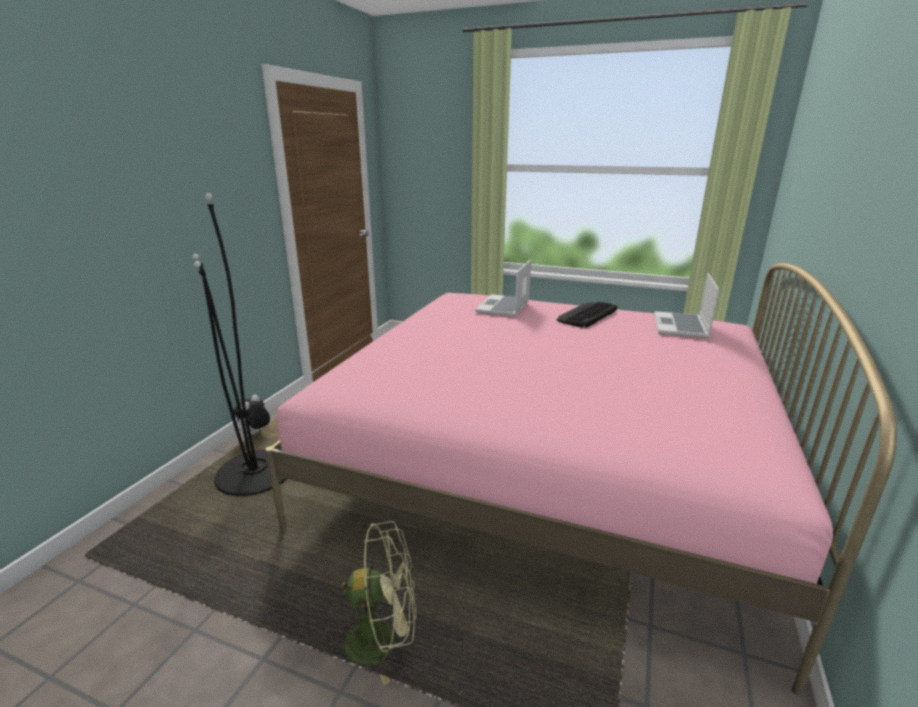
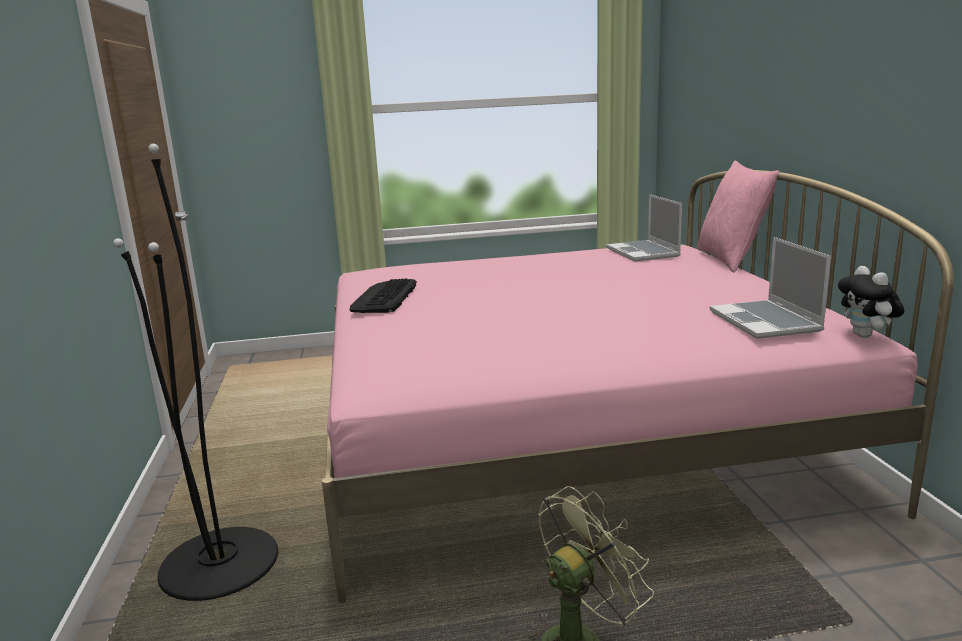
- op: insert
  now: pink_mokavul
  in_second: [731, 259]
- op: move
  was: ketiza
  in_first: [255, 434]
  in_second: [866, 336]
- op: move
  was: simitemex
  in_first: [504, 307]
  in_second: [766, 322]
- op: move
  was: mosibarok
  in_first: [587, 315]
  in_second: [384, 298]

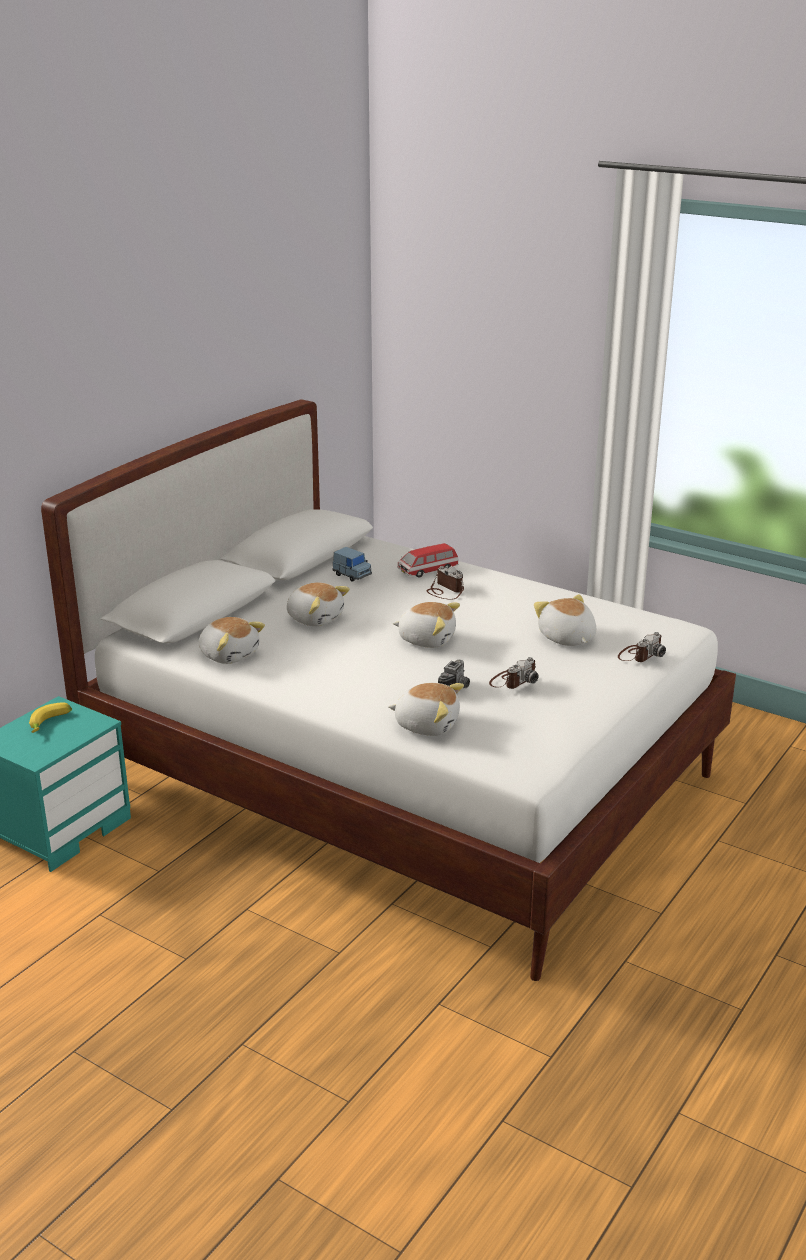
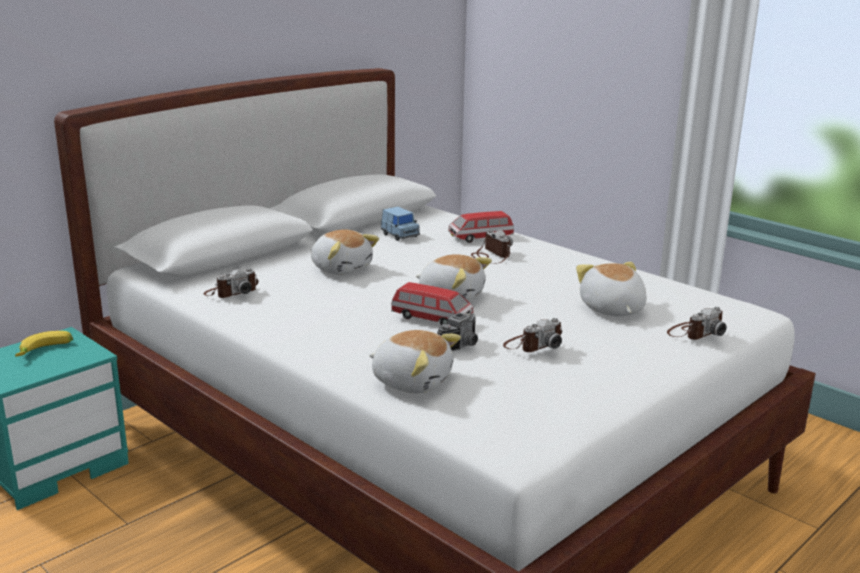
- op: insert
  now: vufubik
  in_second: [432, 318]
- op: replace
  was: ketiza
  now: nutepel
  in_first: [229, 654]
  in_second: [231, 292]

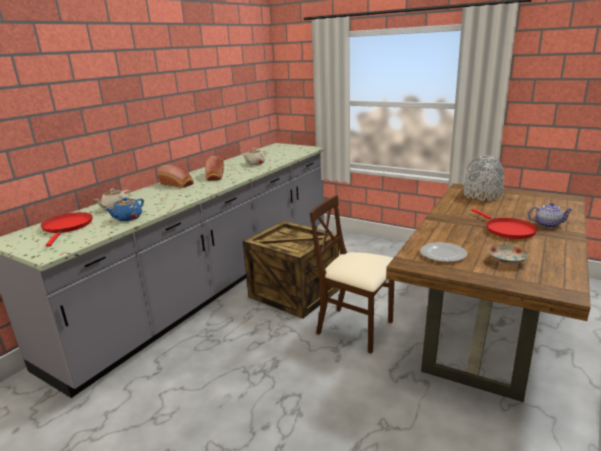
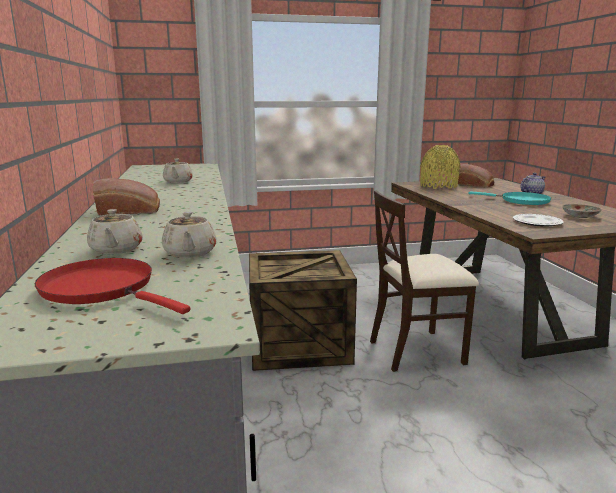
- op: move
  was: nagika
  in_first: [215, 176]
  in_second: [475, 185]
- op: recolor
  was: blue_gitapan
  now: beige_gitapan
  in_first: [128, 218]
  in_second: [190, 253]
- op: recolor
  was: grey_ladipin
  now: yellow_ladipin
  in_first: [482, 195]
  in_second: [438, 186]
- op: recolor
  was: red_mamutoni
  now: turquoise_mamutoni
  in_first: [507, 230]
  in_second: [521, 201]

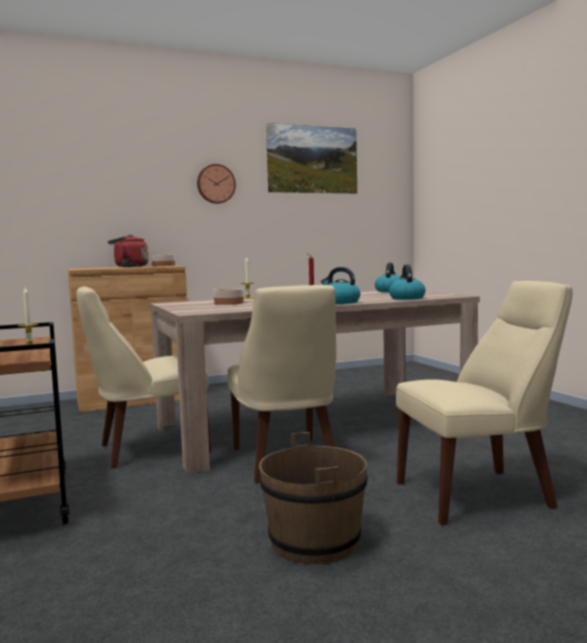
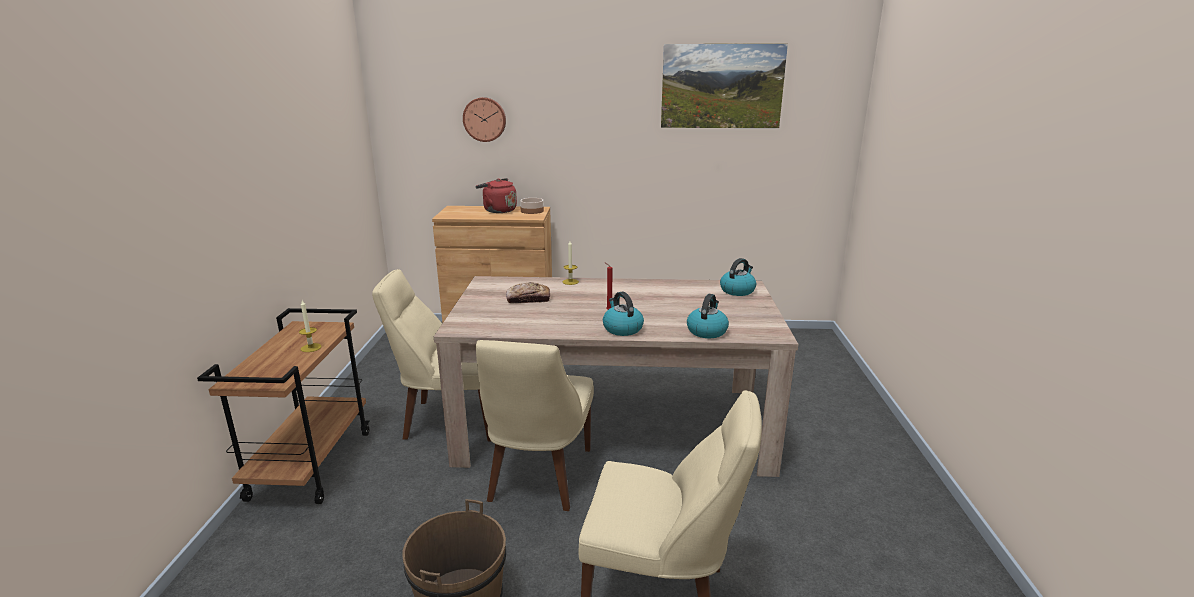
- op: move
  was: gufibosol
  in_first: [215, 184]
  in_second: [484, 119]
- op: replace
  was: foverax
  now: nagika
  in_first: [228, 303]
  in_second: [528, 299]

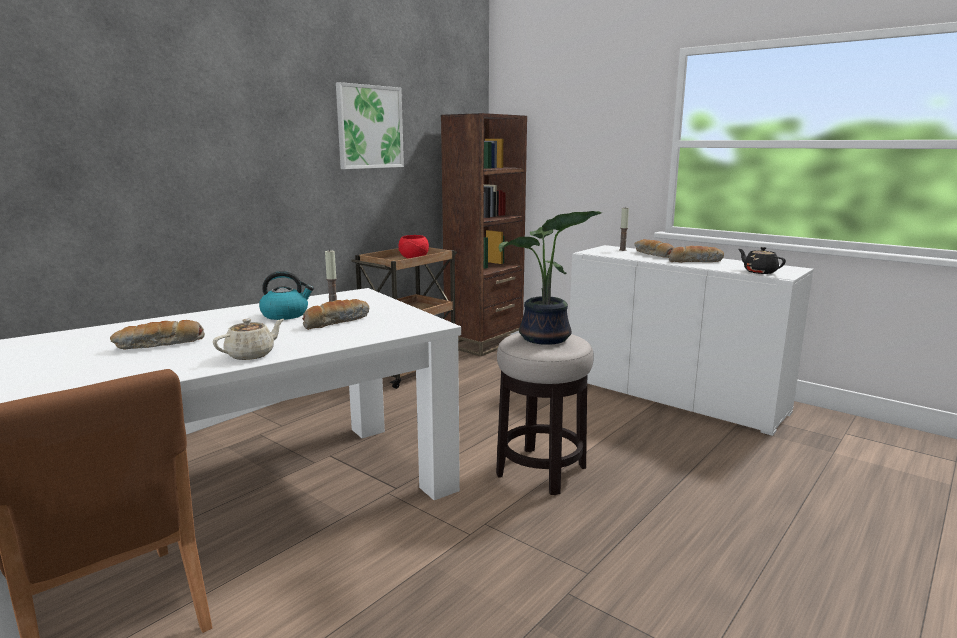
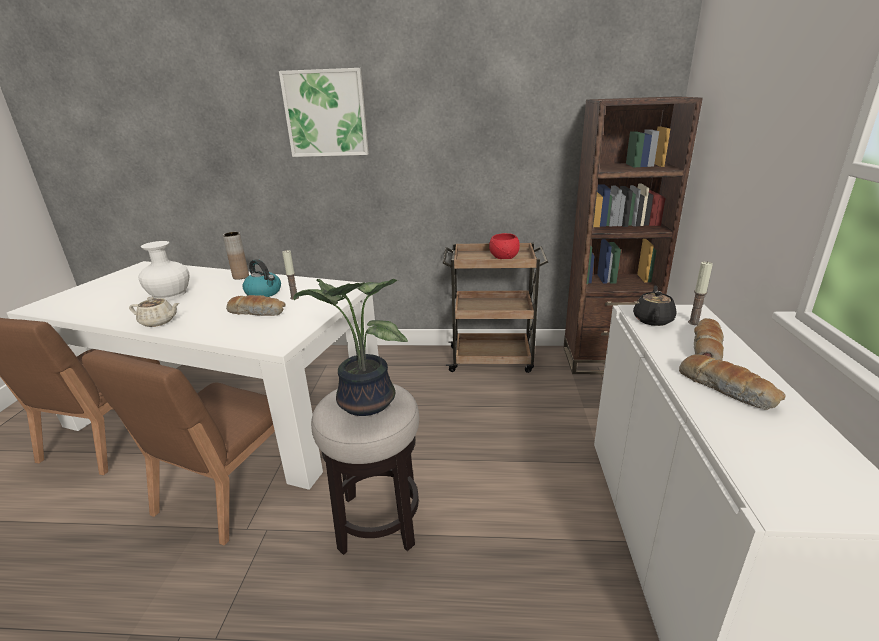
- op: insert
  now: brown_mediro
  in_second: [226, 490]
- op: insert
  now: brown_ladipin
  in_second: [241, 277]
- op: move
  was: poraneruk
  in_first: [369, 127]
  in_second: [326, 113]
- op: move
  was: black_gitapan
  in_first: [759, 272]
  in_second: [653, 319]
- op: replace
  was: nagika
  now: white_ladipin
  in_first: [160, 345]
  in_second: [169, 294]

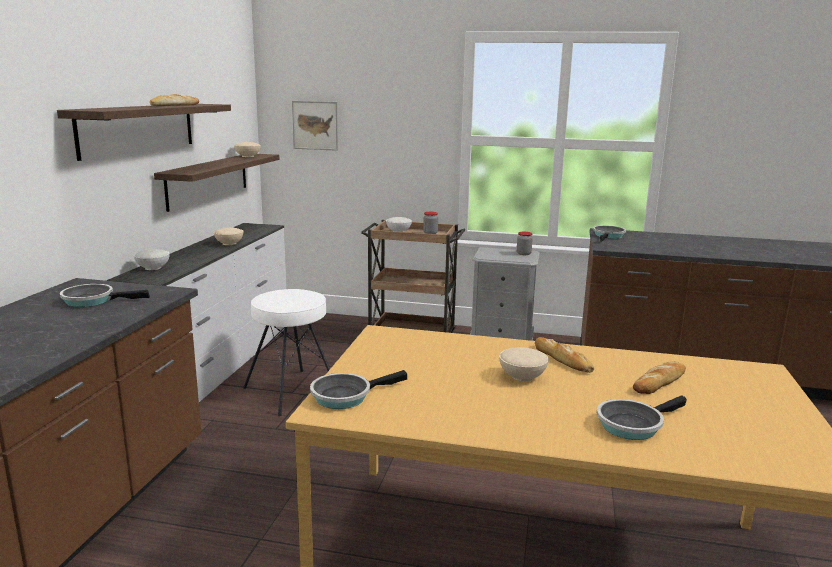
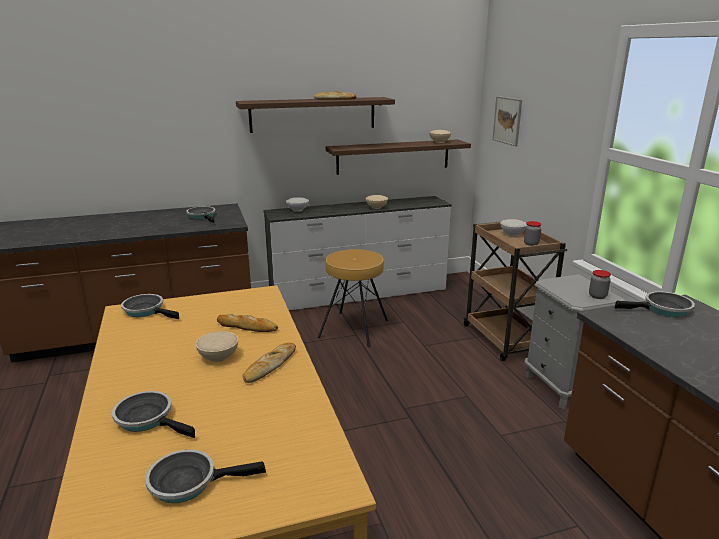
- op: insert
  now: mamutoni
  in_second: [189, 482]
- op: move
  was: nagika
  in_first: [659, 382]
  in_second: [247, 327]
- op: recolor
  was: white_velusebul
  now: brown_velusebul
  in_first: [292, 391]
  in_second: [354, 329]

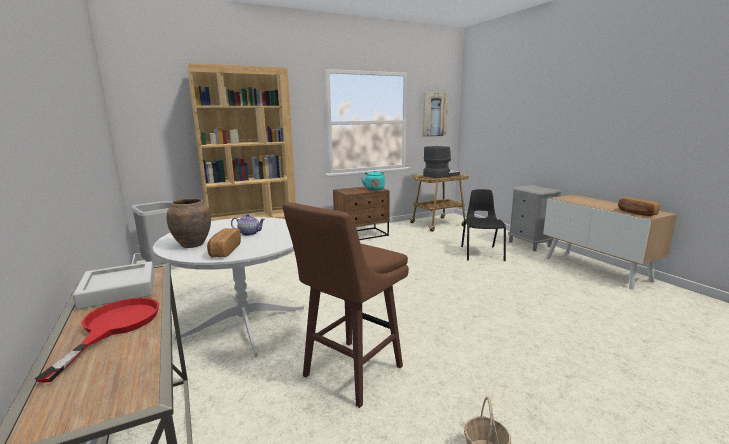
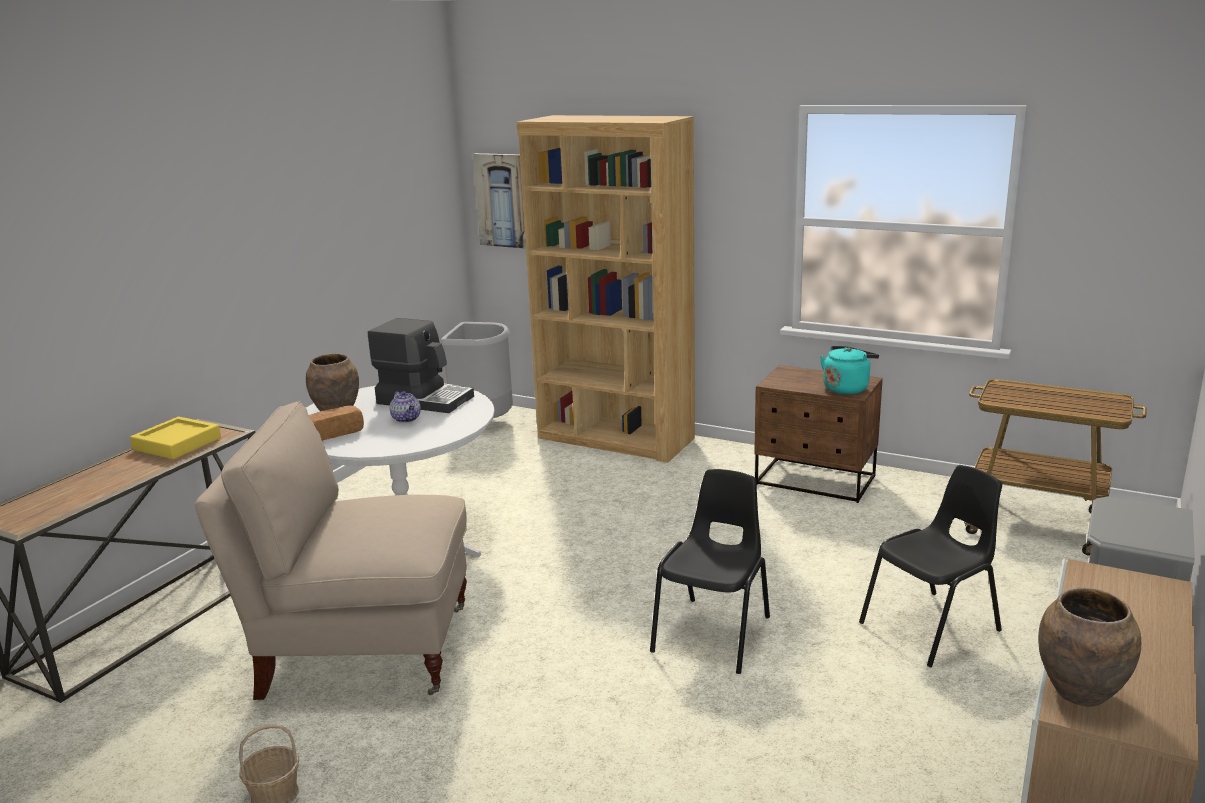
- op: delete
  was: red_mamutoni
  in_first: [114, 326]
- op: insert
  now: black_mediro
  in_second: [714, 633]
- op: move
  was: poraneruk
  in_first: [434, 114]
  in_second: [504, 200]
- op: move
  was: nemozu
  in_first: [440, 175]
  in_second: [425, 399]
- op: replace
  was: brown_velusebul
  now: beige_mediro
  in_first: [350, 372]
  in_second: [362, 651]
- op: replace
  was: nagika
  now: brown_ladipin
  in_first: [636, 213]
  in_second: [1081, 693]
- op: recolor
  was: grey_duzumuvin
  now: yellow_duzumuvin
  in_first: [119, 290]
  in_second: [177, 444]

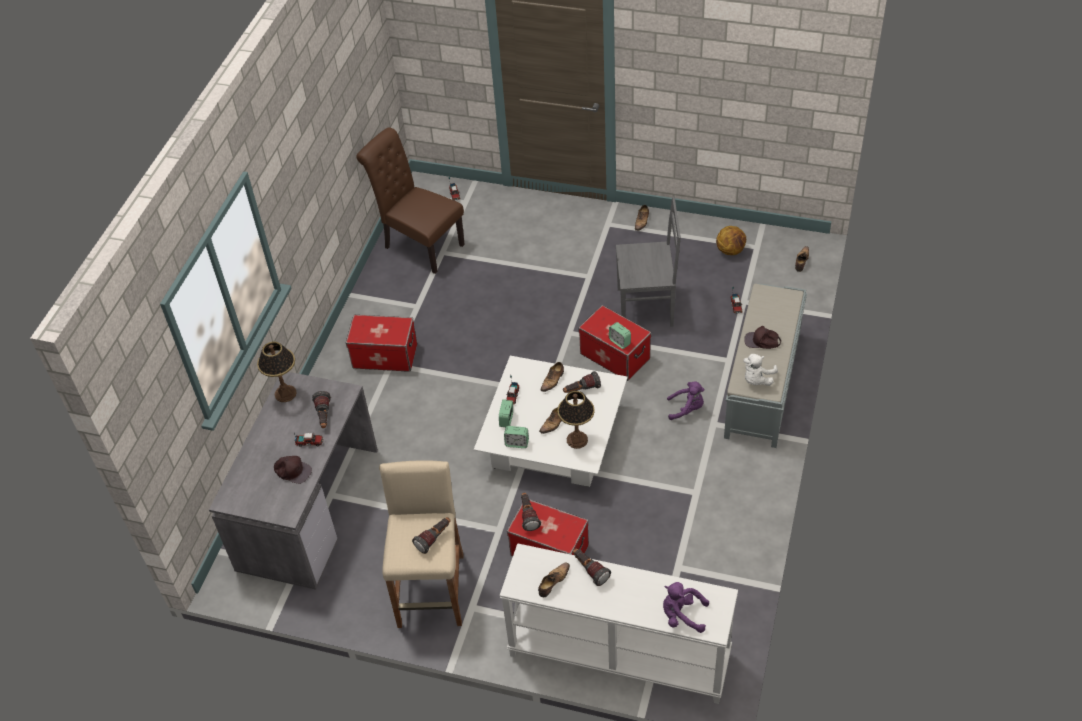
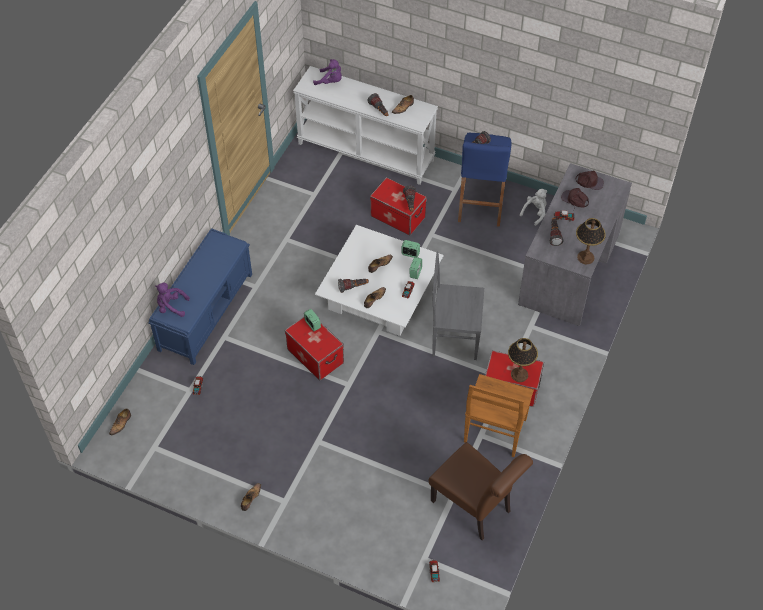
- op: delete
  was: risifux
  in_first: [731, 250]
- op: insert
  now: brown_mediro
  in_second: [494, 432]
- op: move
  was: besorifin
  in_first: [577, 440]
  in_second: [519, 374]
- op: move
  was: grey_mediro
  in_first: [647, 307]
  in_second: [454, 337]
- op: move
  was: purple_ketiza
  in_first: [687, 409]
  in_second: [171, 306]
- op: move
  was: white_ketiza
  in_first: [757, 379]
  in_second: [535, 213]
- op: move
  was: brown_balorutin
  in_first: [762, 341]
  in_second: [589, 182]
- op: recolor
  was: beige_velusebul
  now: blue_velusebul
  in_first: [432, 590]
  in_second: [481, 203]
- op: recolor
  was: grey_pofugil
  now: blue_pofugil
  in_first: [762, 385]
  in_second: [206, 311]

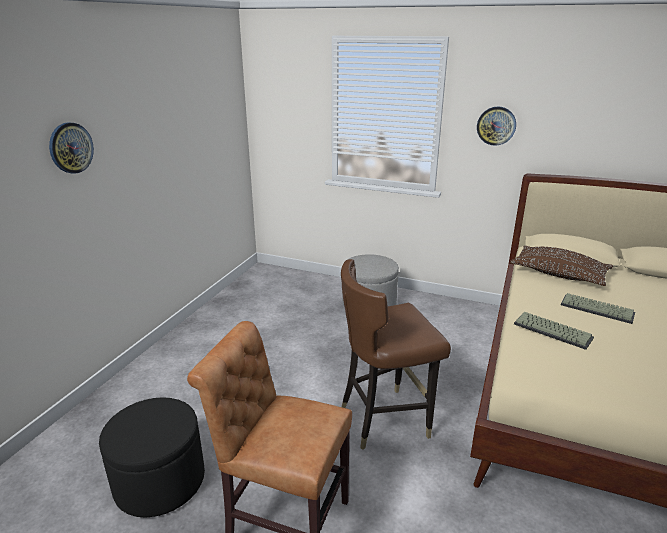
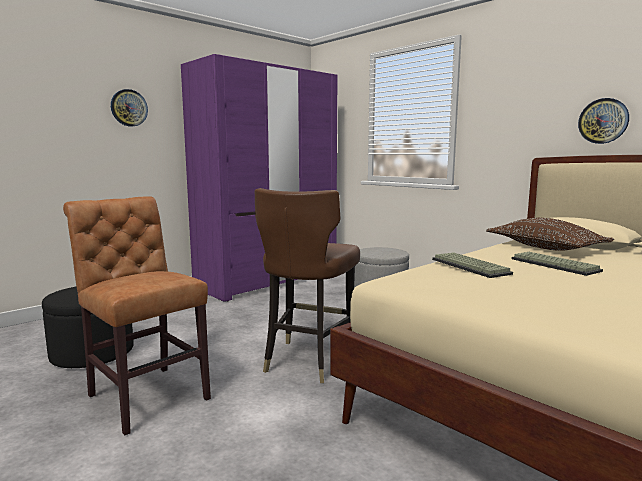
- op: insert
  now: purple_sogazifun
  in_second: [268, 281]
- op: move
  was: gufibosol
  in_first: [496, 126]
  in_second: [603, 121]
- op: rotate
  was: brown_mediro
  in_first: [384, 419]
  in_second: [307, 360]
  clockwise: -75

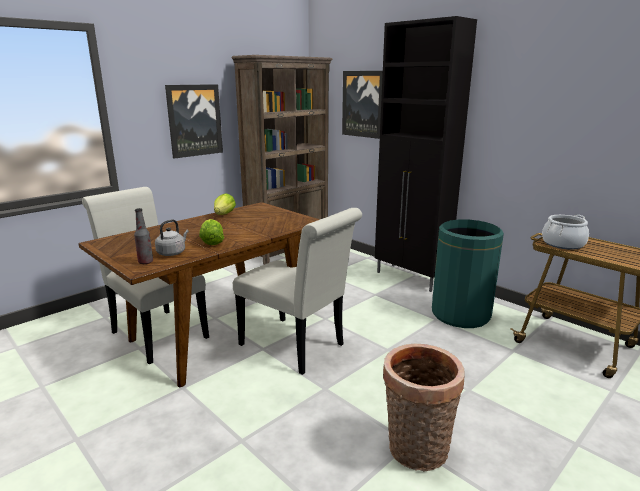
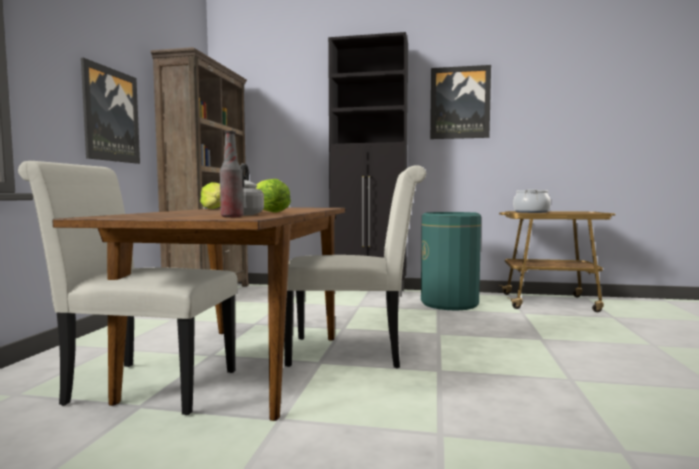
- op: delete
  was: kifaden
  in_first: [416, 452]
- op: move
  was: poraneruk
  in_first: [363, 104]
  in_second: [459, 103]

